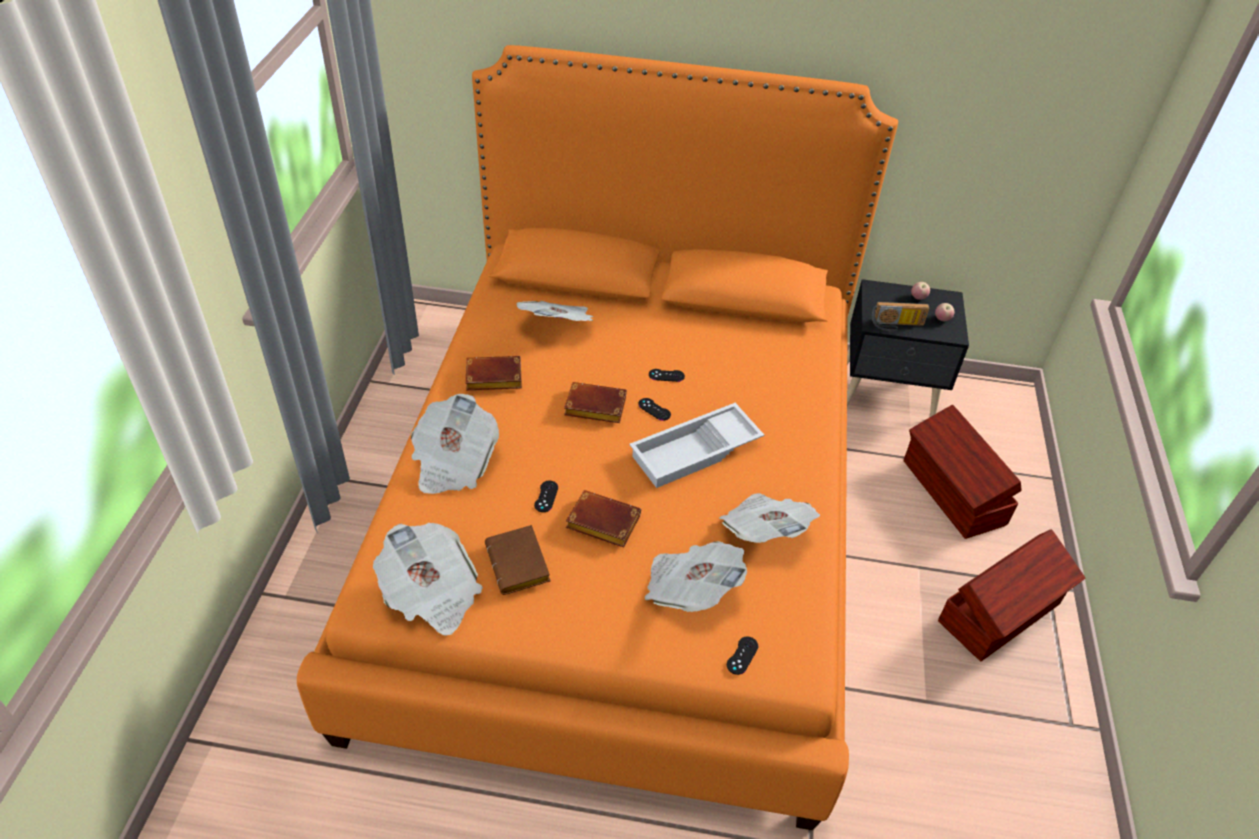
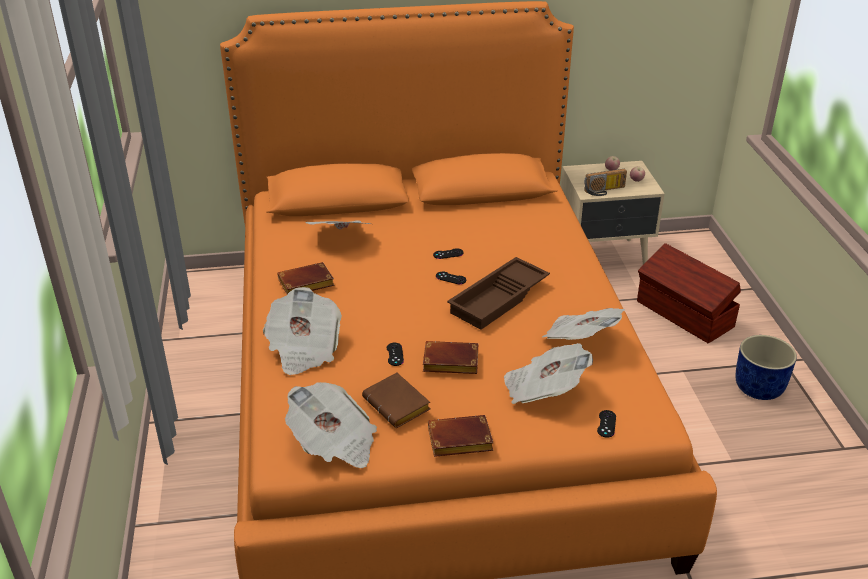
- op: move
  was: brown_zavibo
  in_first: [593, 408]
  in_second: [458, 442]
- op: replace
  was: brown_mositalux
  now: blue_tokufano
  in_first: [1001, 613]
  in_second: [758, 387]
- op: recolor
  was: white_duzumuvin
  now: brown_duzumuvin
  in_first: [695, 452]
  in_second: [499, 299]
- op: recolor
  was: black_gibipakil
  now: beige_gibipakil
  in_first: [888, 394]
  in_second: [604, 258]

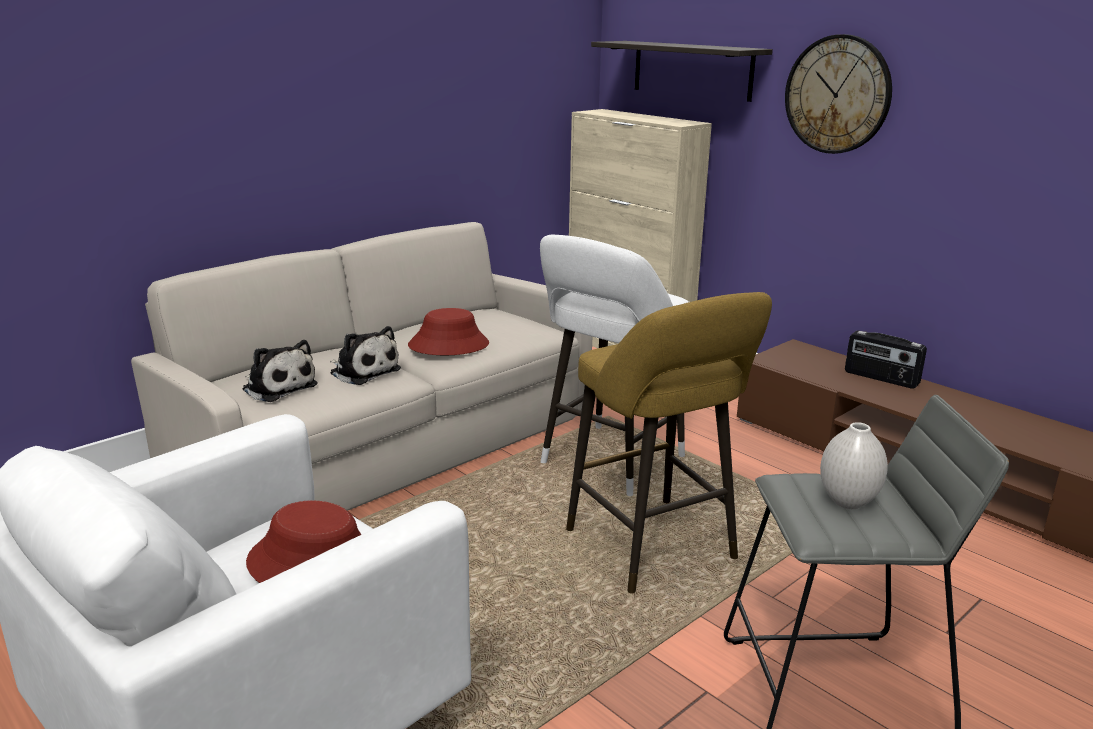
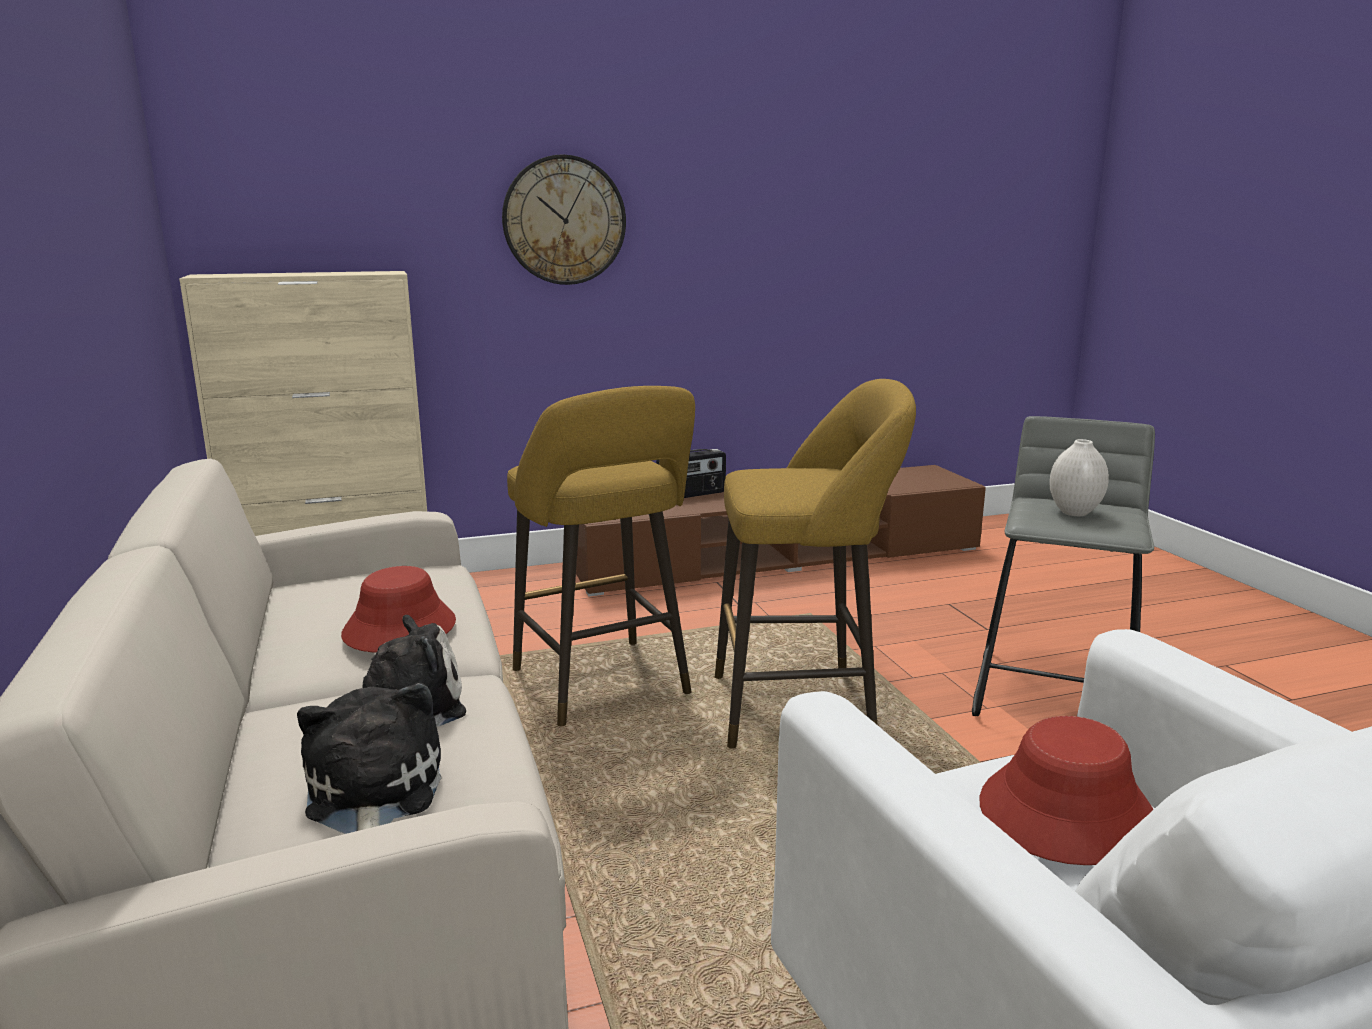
- op: delete
  was: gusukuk
  in_first: [692, 70]
- op: recolor
  was: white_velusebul
  now: yellow_velusebul
  in_first: [608, 463]
  in_second: [604, 686]
- op: rotate
  was: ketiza
  in_first: [278, 387]
  in_second: [371, 794]
  clockwise: -75

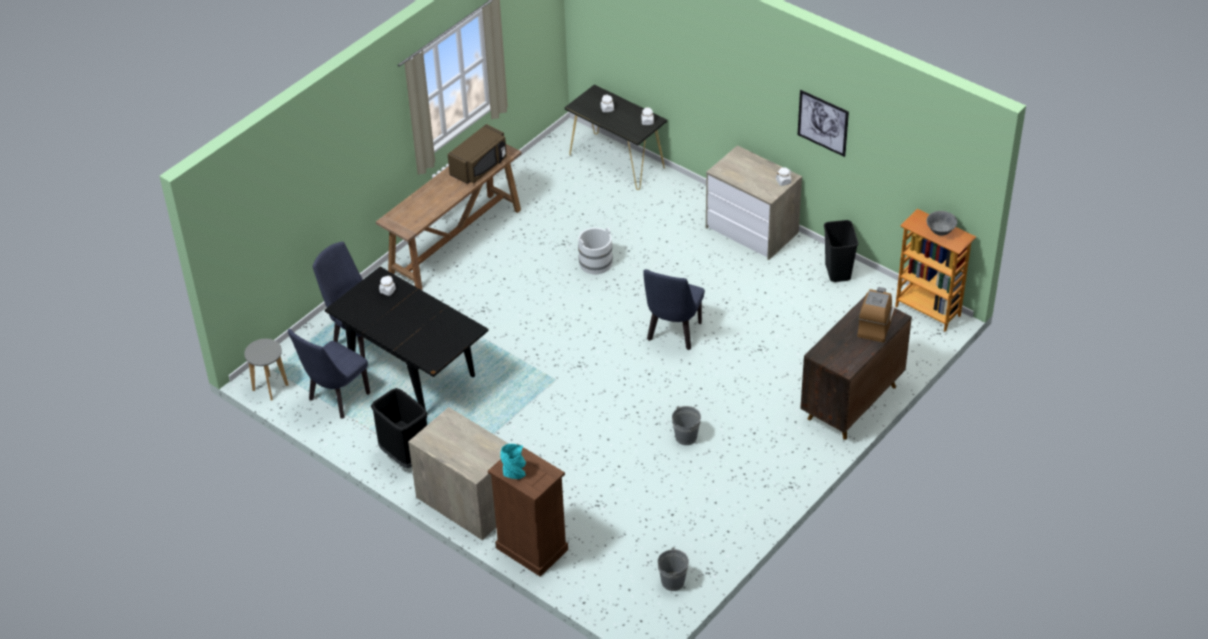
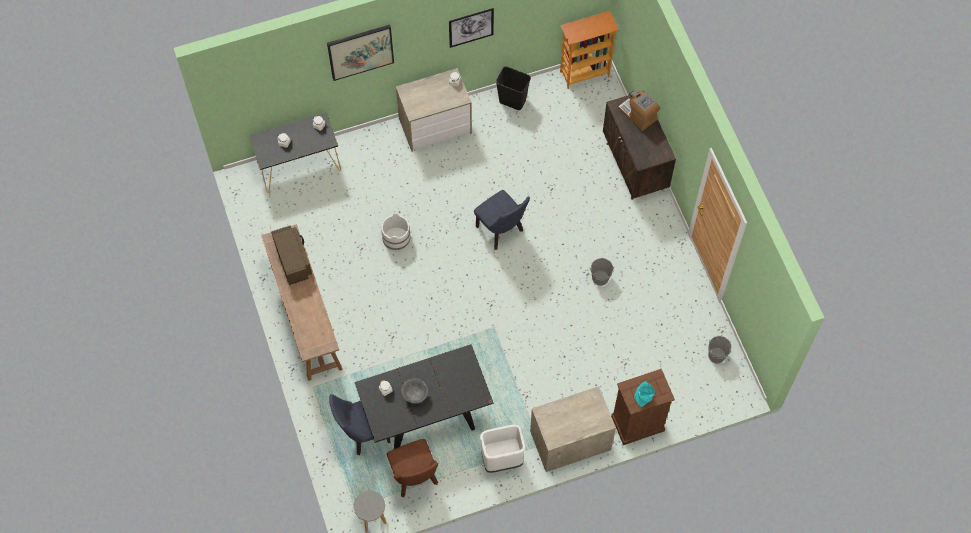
- op: insert
  now: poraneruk
  in_second: [360, 51]
- op: move
  was: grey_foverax
  in_first: [940, 232]
  in_second: [415, 395]
- op: recolor
  was: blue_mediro
  now: brown_mediro
  in_first: [336, 399]
  in_second: [415, 479]
- op: recolor
  was: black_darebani
  now: white_darebani
  in_first: [405, 455]
  in_second: [501, 460]

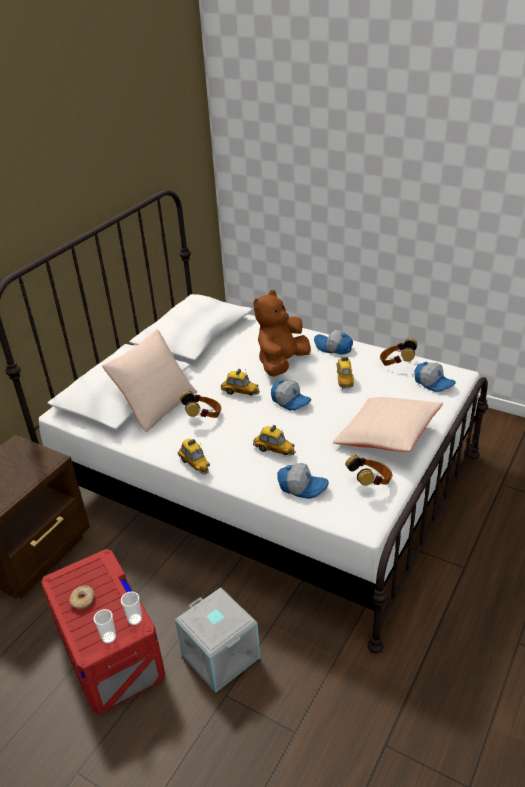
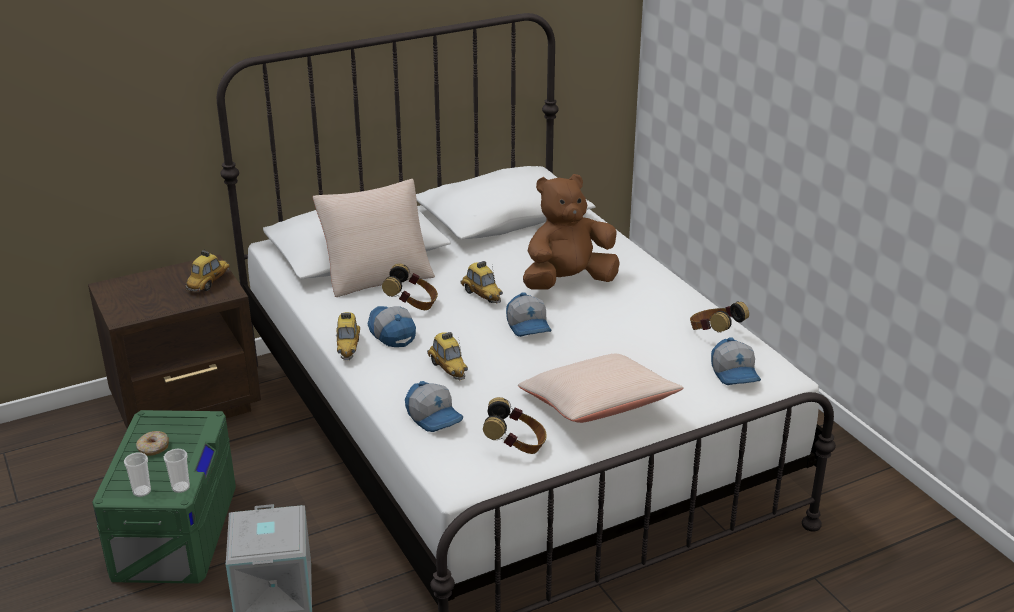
- op: move
  was: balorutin
  in_first: [333, 348]
  in_second: [391, 333]
- op: move
  was: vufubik
  in_first: [344, 379]
  in_second: [209, 283]
- op: recolor
  was: red_mositalux
  now: green_mositalux
  in_first: [109, 649]
  in_second: [175, 529]

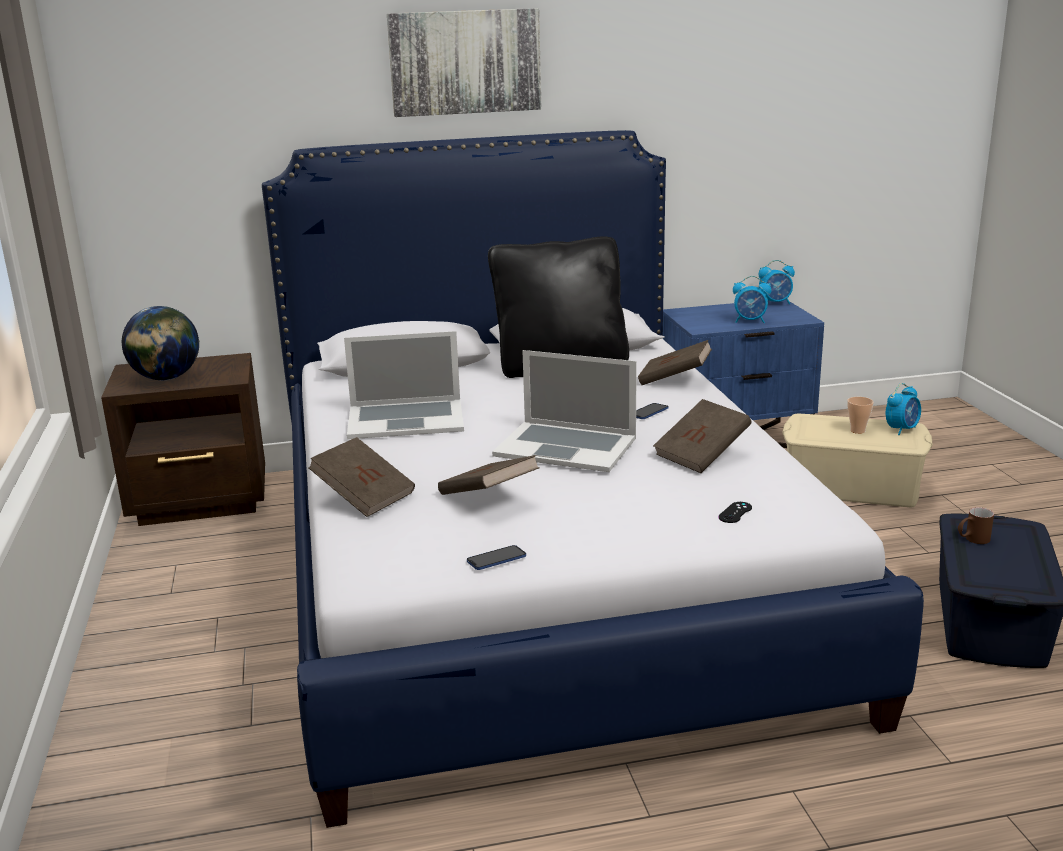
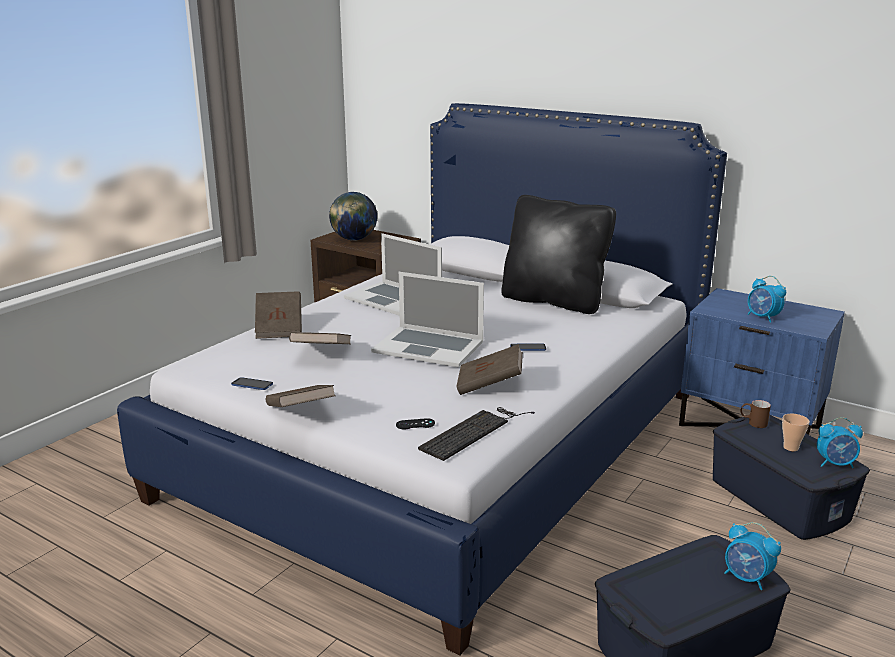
- op: delete
  was: poraneruk
  in_first: [465, 62]
- op: insert
  now: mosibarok
  in_second: [474, 431]
- op: move
  was: brown_zavibo
  in_first: [674, 380]
  in_second: [300, 413]
- op: move
  was: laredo
  in_first: [775, 303]
  in_second: [747, 578]
- op: move
  was: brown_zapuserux
  in_first: [972, 540]
  in_second: [753, 423]
- op: recolor
  was: beige_mositalux
  now: blue_mositalux
  in_first: [851, 486]
  in_second: [779, 499]
- op: rotate
  was: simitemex
  in_first: [566, 446]
  in_second: [428, 346]
  clockwise: -45

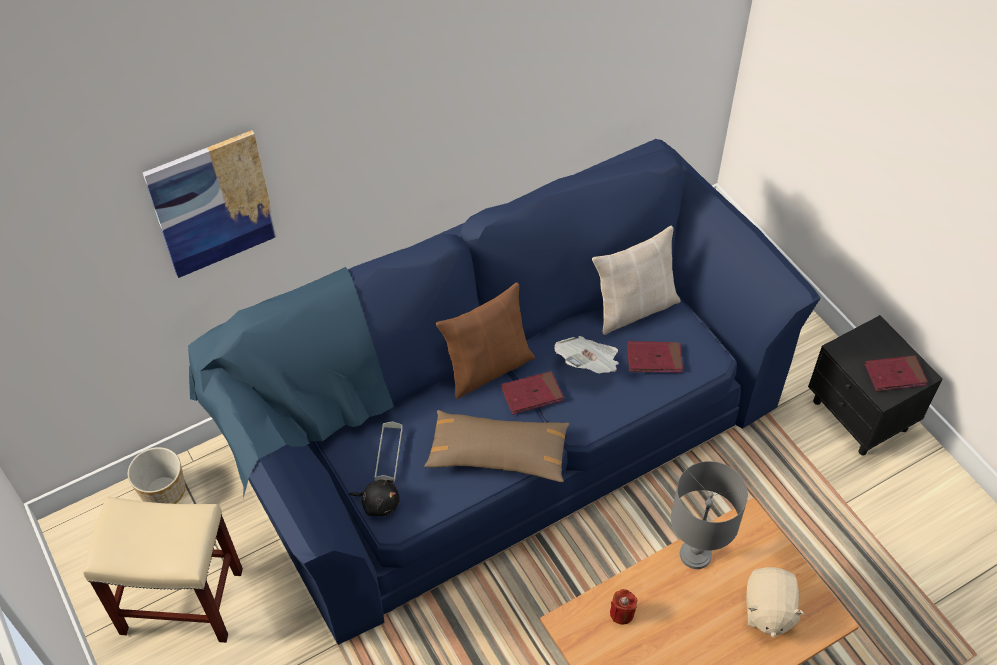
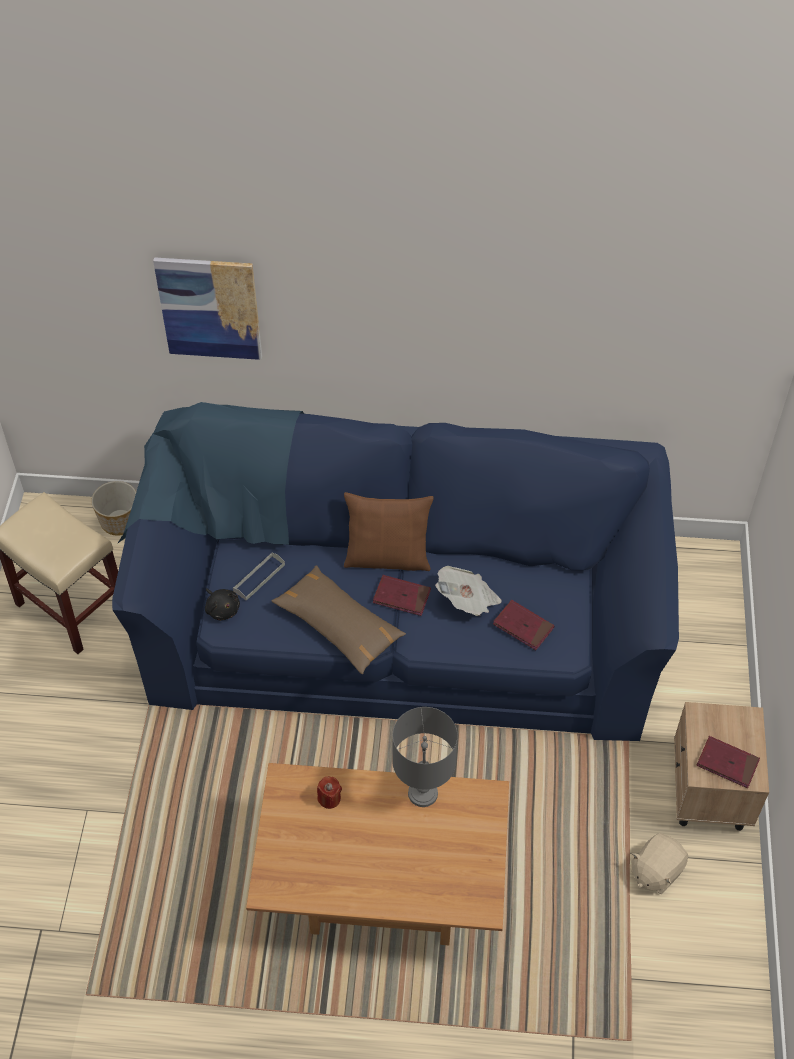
- op: delete
  was: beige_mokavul
  in_first: [634, 308]
- op: move
  was: beige_ketiza
  in_first: [768, 610]
  in_second: [655, 871]
- op: recolor
  was: black_gibipakil
  now: beige_gibipakil
  in_first: [860, 416]
  in_second: [709, 793]

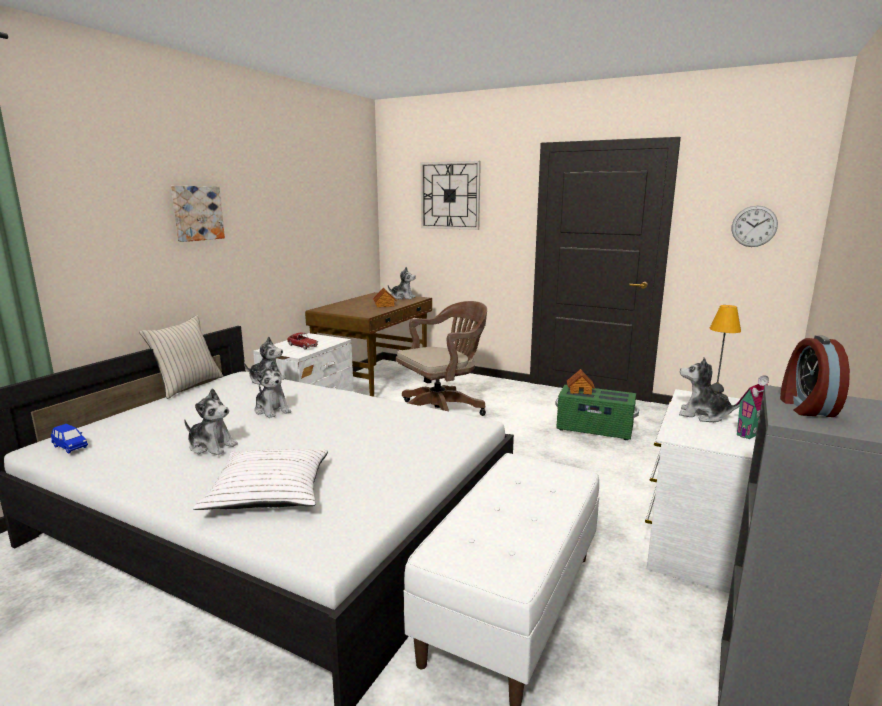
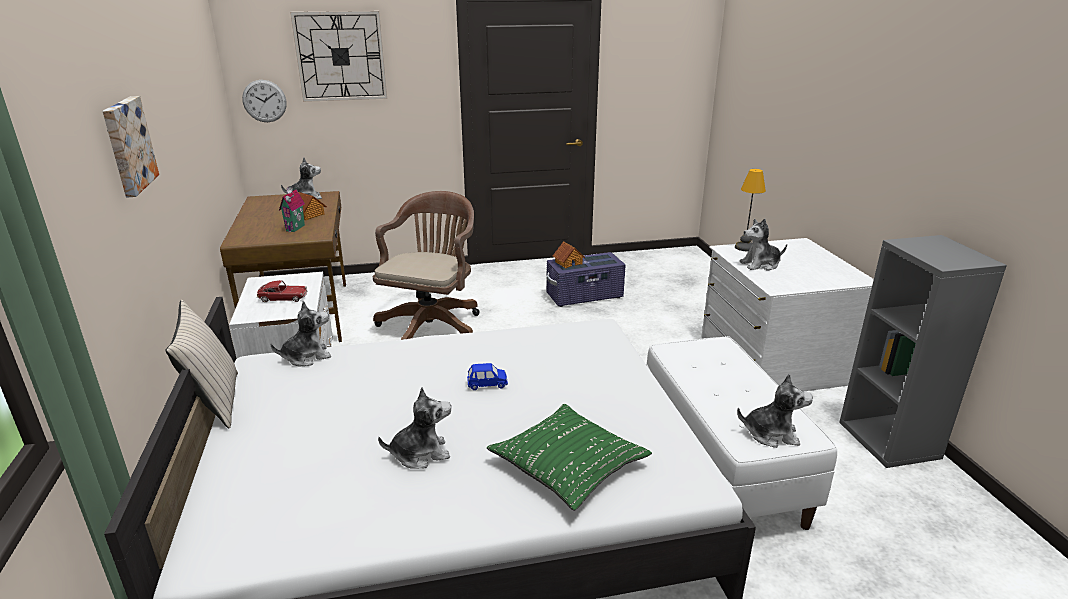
- op: delete
  was: laredo
  in_first: [806, 407]
- op: move
  was: blue_vufubik
  in_first: [70, 447]
  in_second: [487, 384]
- op: move
  was: ketiza
  in_first: [272, 410]
  in_second: [771, 434]
- op: move
  was: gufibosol
  in_first: [754, 226]
  in_second: [264, 101]
- op: move
  was: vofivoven
  in_first: [751, 434]
  in_second: [296, 228]
- op: recolor
  was: white_mokavul
  now: green_mokavul
  in_first: [269, 491]
  in_second: [568, 465]
- op: recolor
  was: green_mositalux
  now: purple_mositalux
  in_first: [594, 429]
  in_second: [584, 296]

